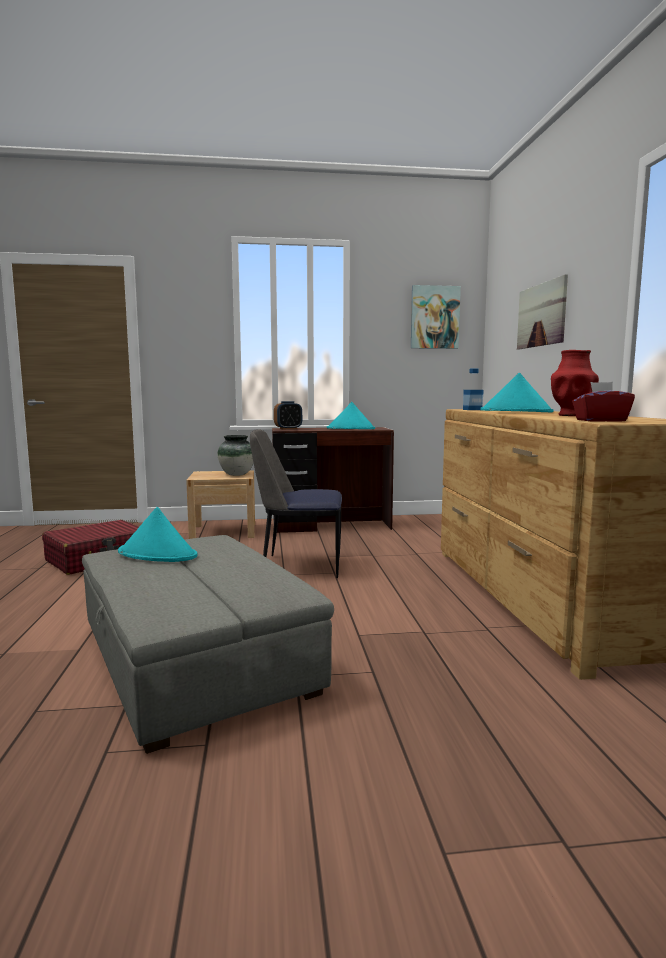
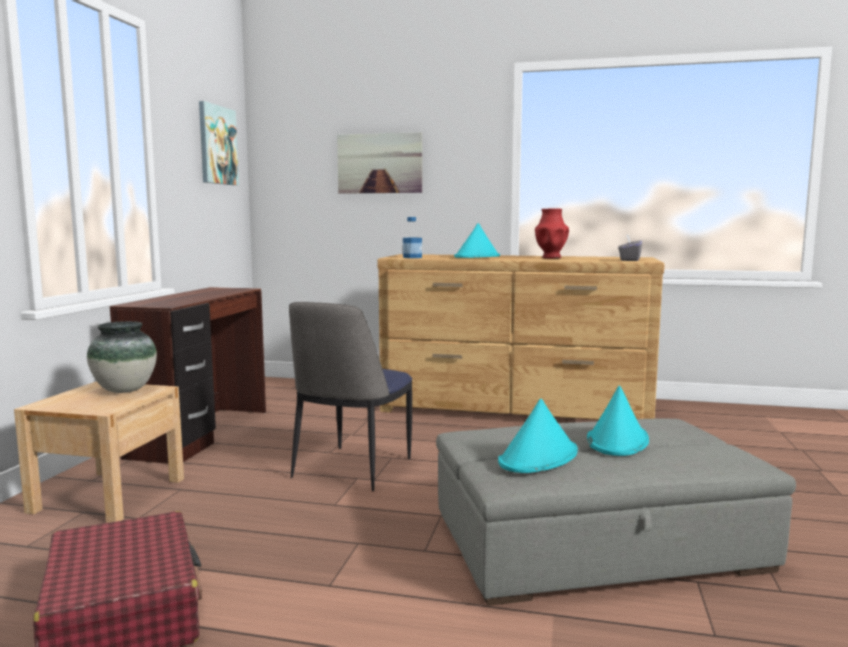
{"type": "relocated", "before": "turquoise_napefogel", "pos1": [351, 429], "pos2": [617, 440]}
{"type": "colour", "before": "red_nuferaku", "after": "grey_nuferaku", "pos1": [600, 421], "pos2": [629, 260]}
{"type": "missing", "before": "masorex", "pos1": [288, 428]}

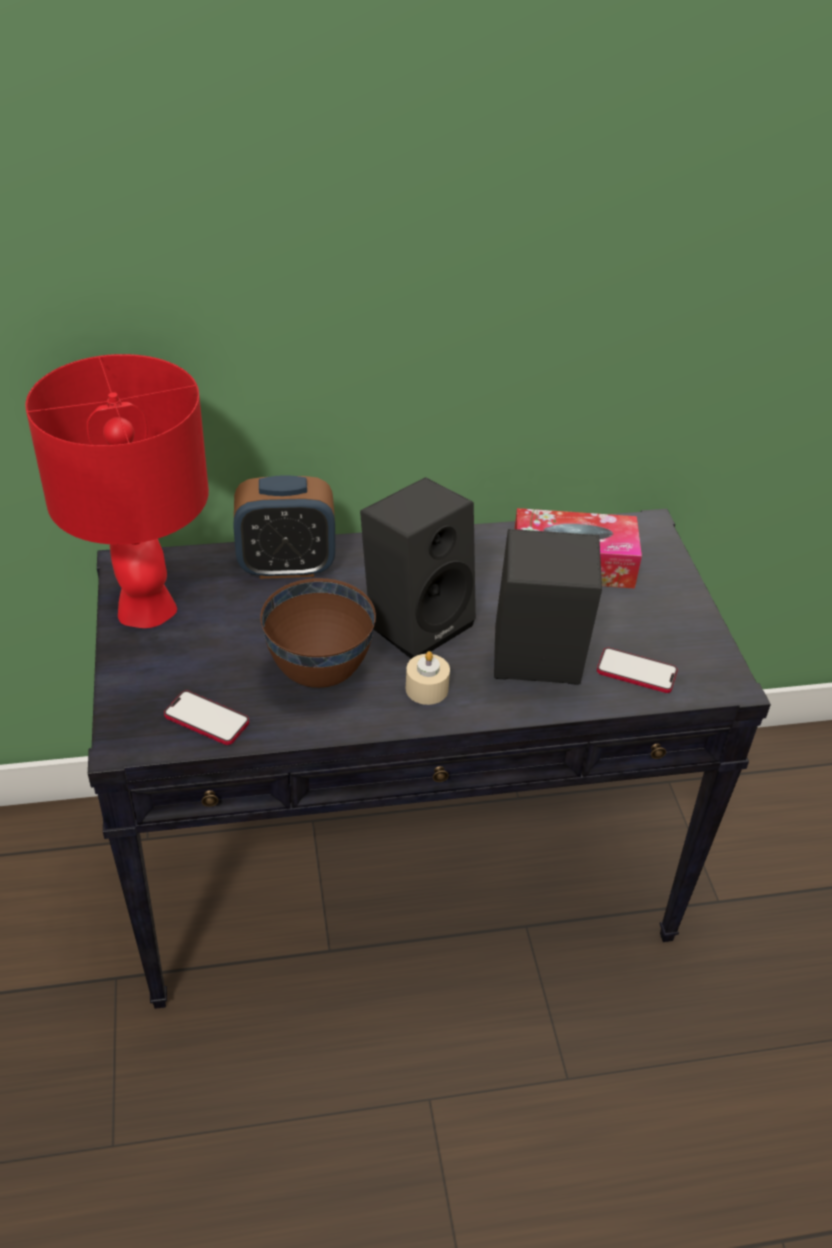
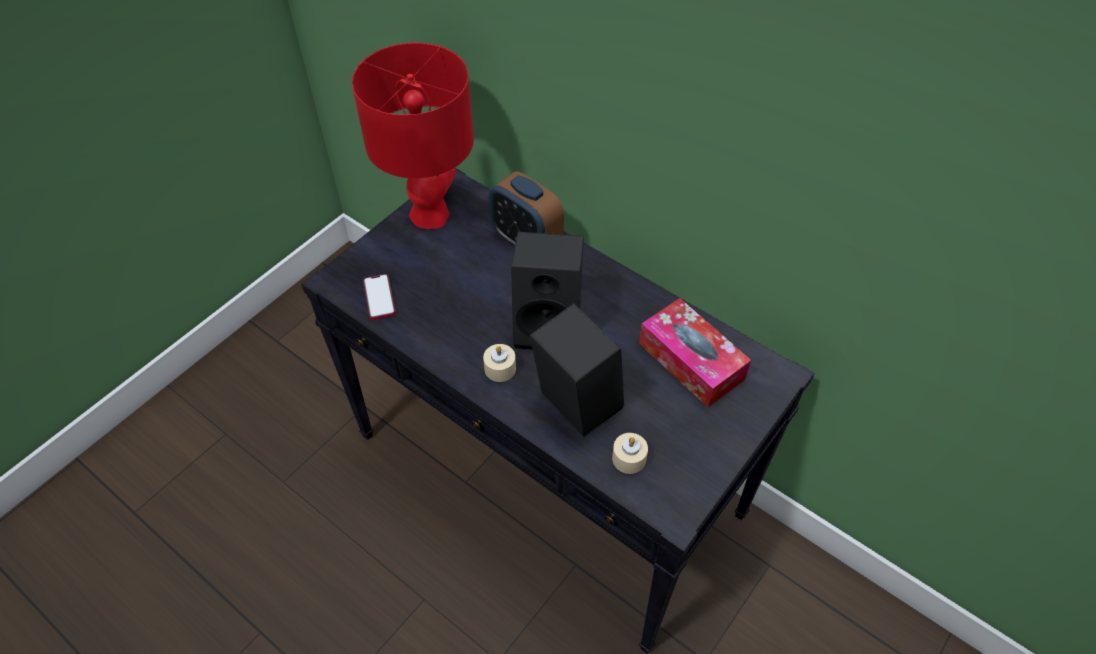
{"type": "exchanged", "before": "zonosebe", "after": "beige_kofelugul", "pos1": [636, 672], "pos2": [629, 458]}
{"type": "missing", "before": "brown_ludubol", "pos1": [320, 671]}

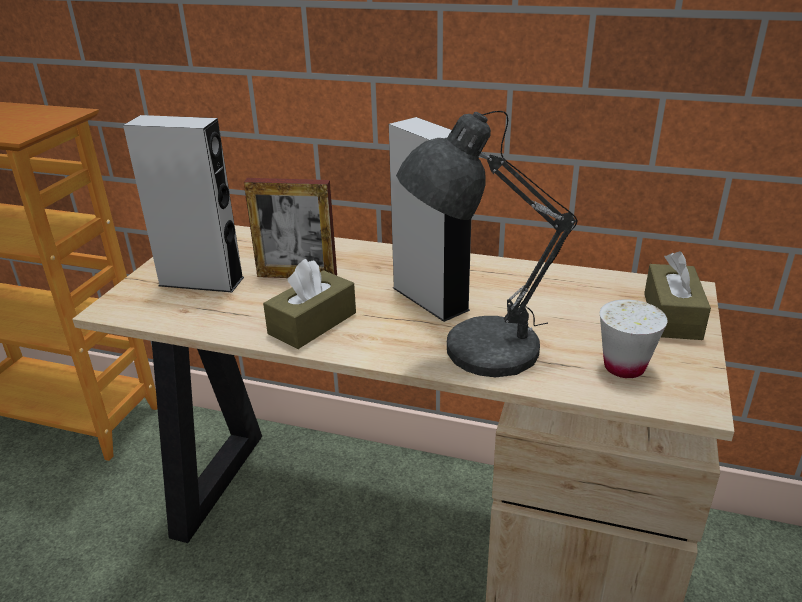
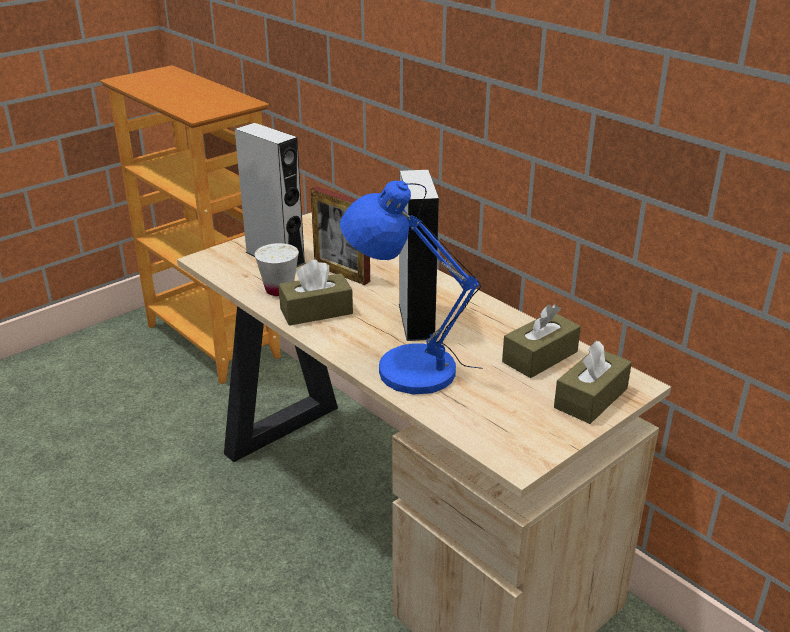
{"type": "relocated", "before": "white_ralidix", "pos1": [624, 367], "pos2": [279, 290]}
{"type": "colour", "before": "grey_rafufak", "after": "blue_rafufak", "pos1": [479, 350], "pos2": [407, 369]}
{"type": "appeared", "after": "brown_nuferaku", "pos2": [540, 357]}

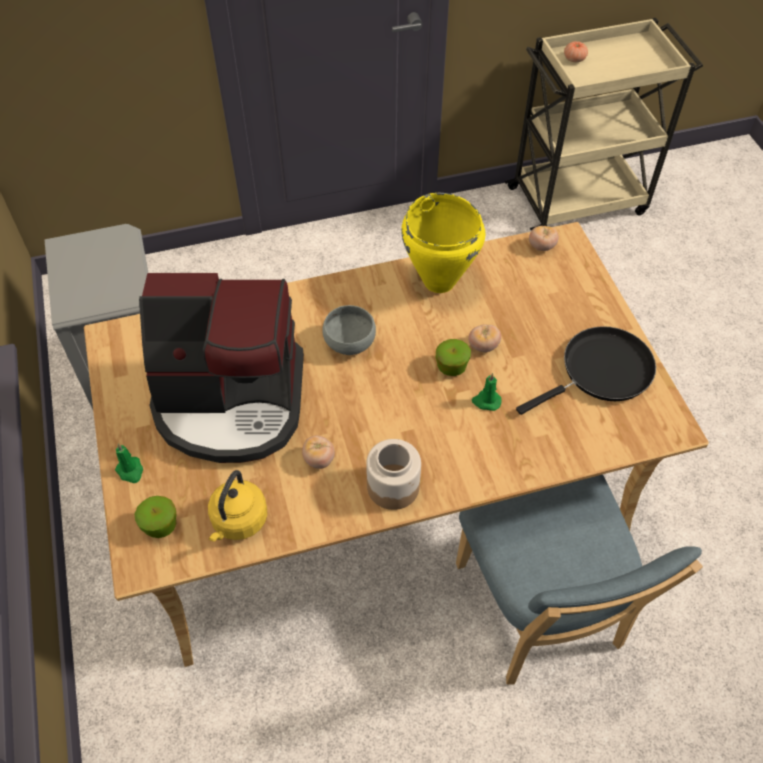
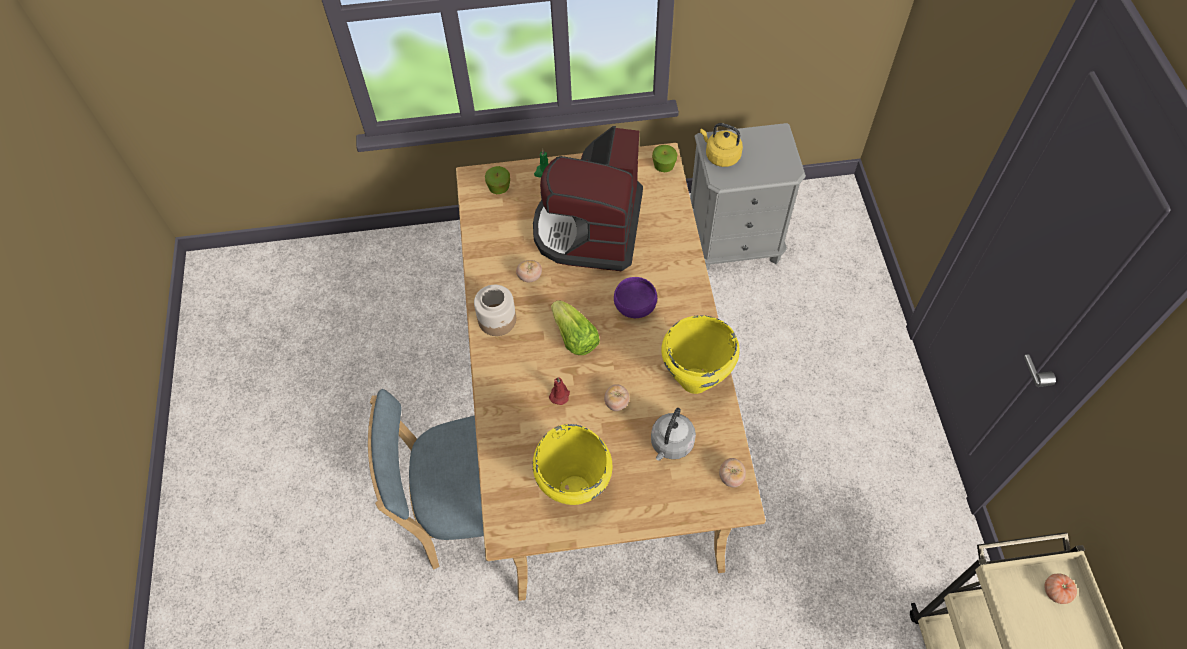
{"type": "exchanged", "before": "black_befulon", "after": "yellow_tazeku", "pos1": [601, 372], "pos2": [574, 491]}
{"type": "colour", "before": "green_kofelugul", "after": "red_kofelugul", "pos1": [486, 401], "pos2": [560, 394]}
{"type": "appeared", "after": "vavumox", "pos2": [574, 337]}
{"type": "colour", "before": "grey_ludubol", "after": "purple_ludubol", "pos1": [348, 342], "pos2": [635, 305]}
{"type": "appeared", "after": "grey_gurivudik", "pos2": [671, 444]}
{"type": "relocated", "before": "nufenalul", "pos1": [451, 367], "pos2": [664, 166]}
{"type": "relocated", "before": "yellow_gurivudik", "pos1": [238, 522], "pos2": [720, 156]}

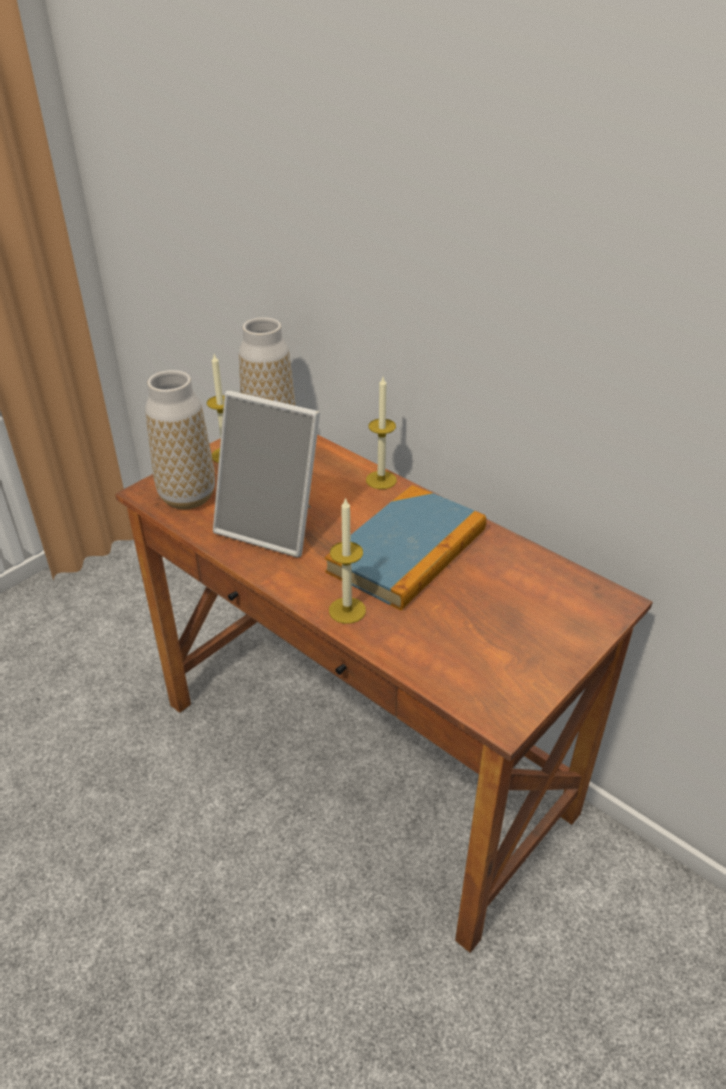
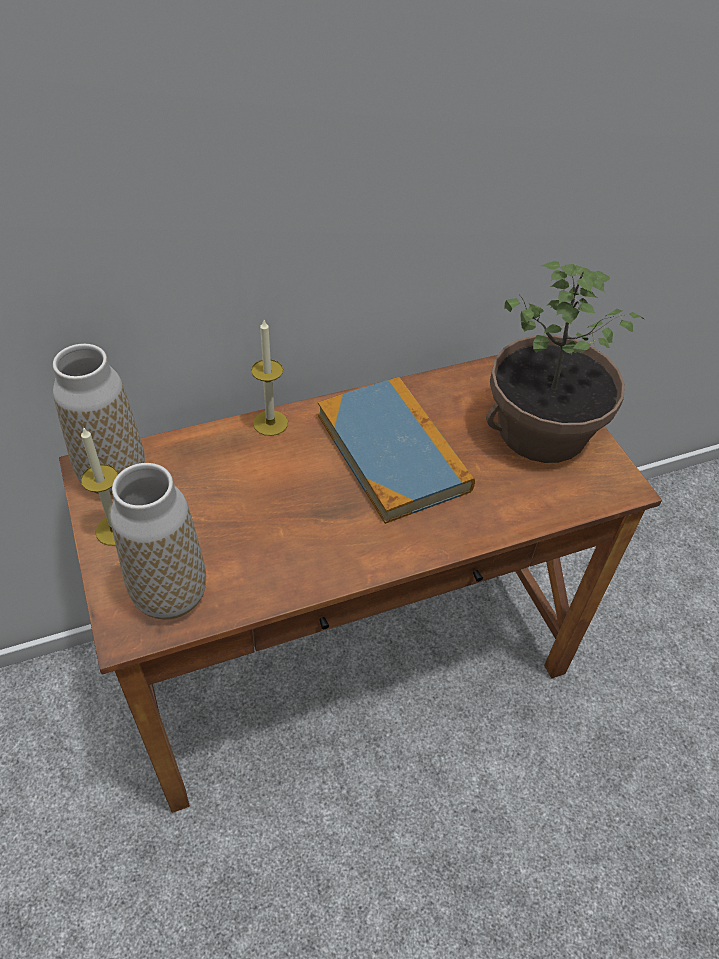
{"type": "appeared", "after": "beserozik", "pos2": [542, 431]}
{"type": "missing", "before": "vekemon", "pos1": [273, 526]}
{"type": "missing", "before": "kofelugul", "pos1": [347, 610]}

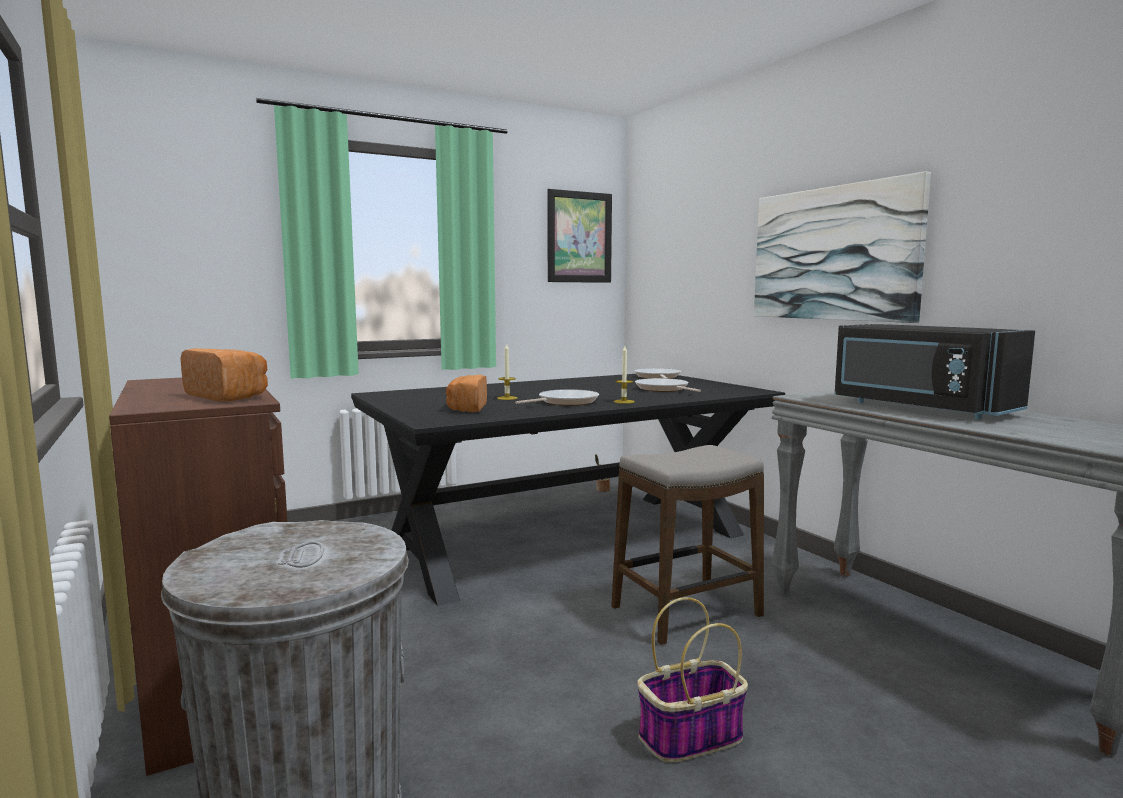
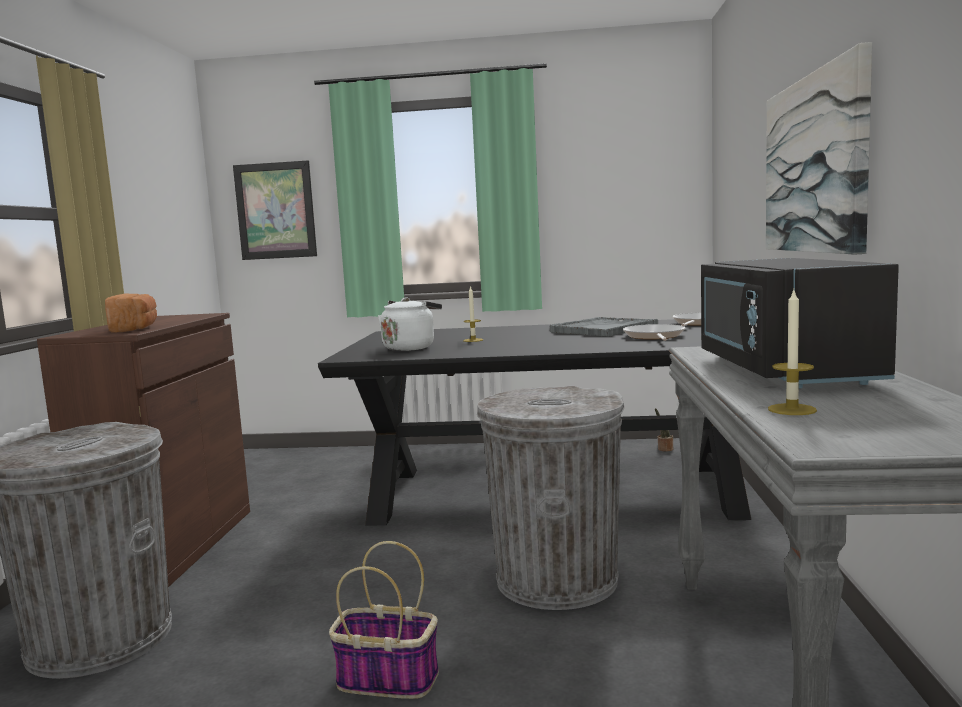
{"type": "relocated", "before": "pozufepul", "pos1": [579, 237], "pos2": [275, 211]}
{"type": "exchanged", "before": "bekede", "after": "white_gurivudik", "pos1": [466, 408], "pos2": [410, 348]}
{"type": "exchanged", "before": "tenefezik", "after": "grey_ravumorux", "pos1": [687, 612], "pos2": [556, 580]}
{"type": "appeared", "after": "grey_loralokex", "pos2": [603, 329]}
{"type": "relocated", "before": "kofelugul", "pos1": [624, 401], "pos2": [792, 409]}
{"type": "missing", "before": "befulon", "pos1": [565, 402]}

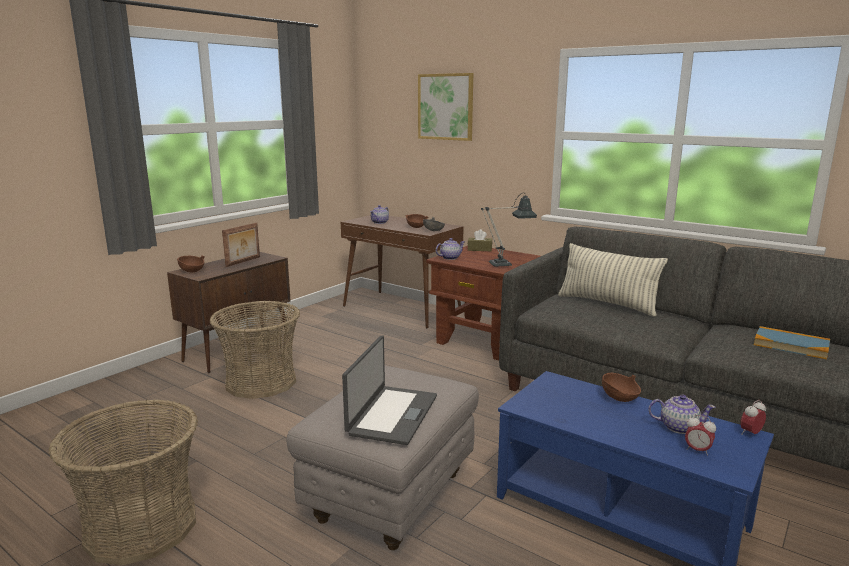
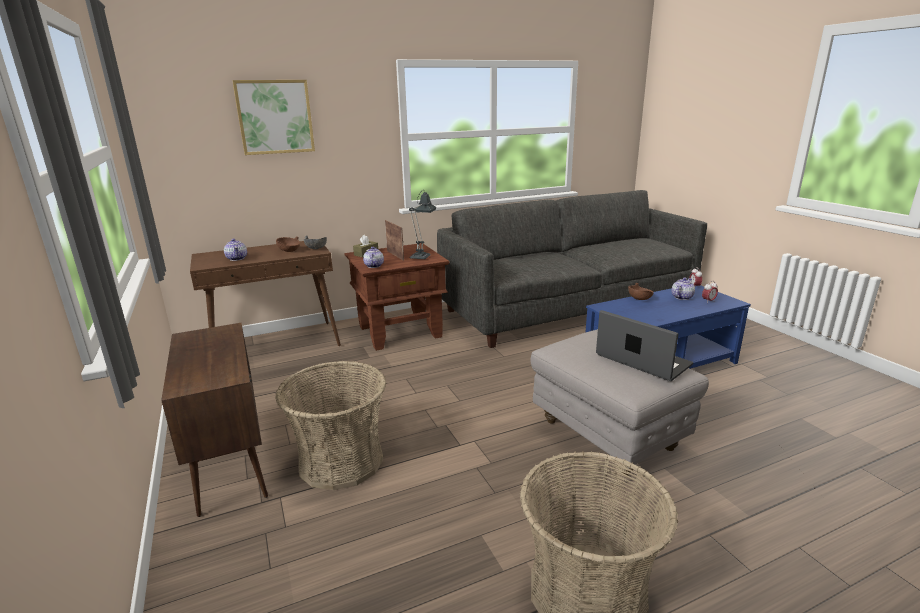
{"type": "relocated", "before": "vekemon", "pos1": [243, 262], "pos2": [396, 255]}
{"type": "missing", "before": "brown_ludubol", "pos1": [192, 271]}
{"type": "missing", "before": "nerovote", "pos1": [607, 304]}
{"type": "missing", "before": "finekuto", "pos1": [791, 345]}

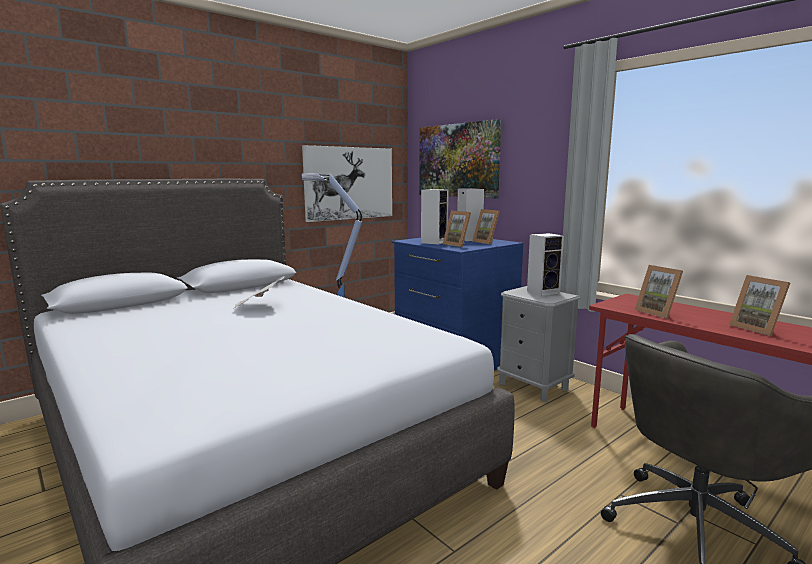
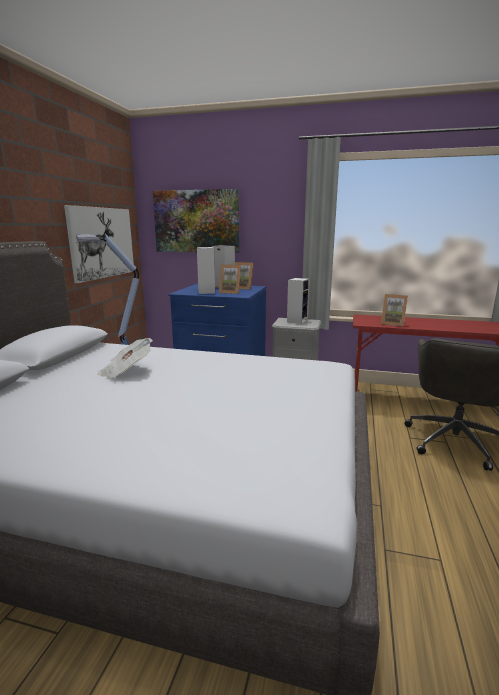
{"type": "missing", "before": "vekemon", "pos1": [757, 329]}

